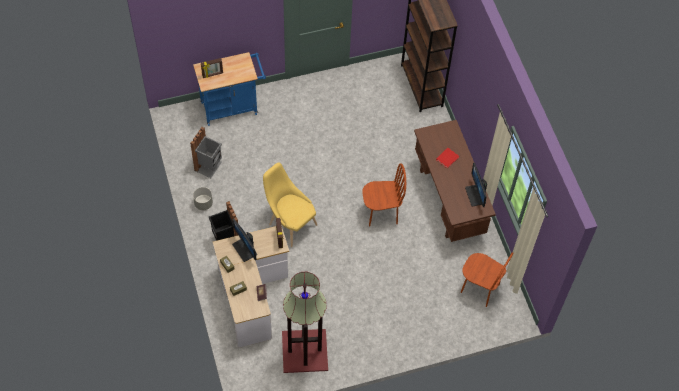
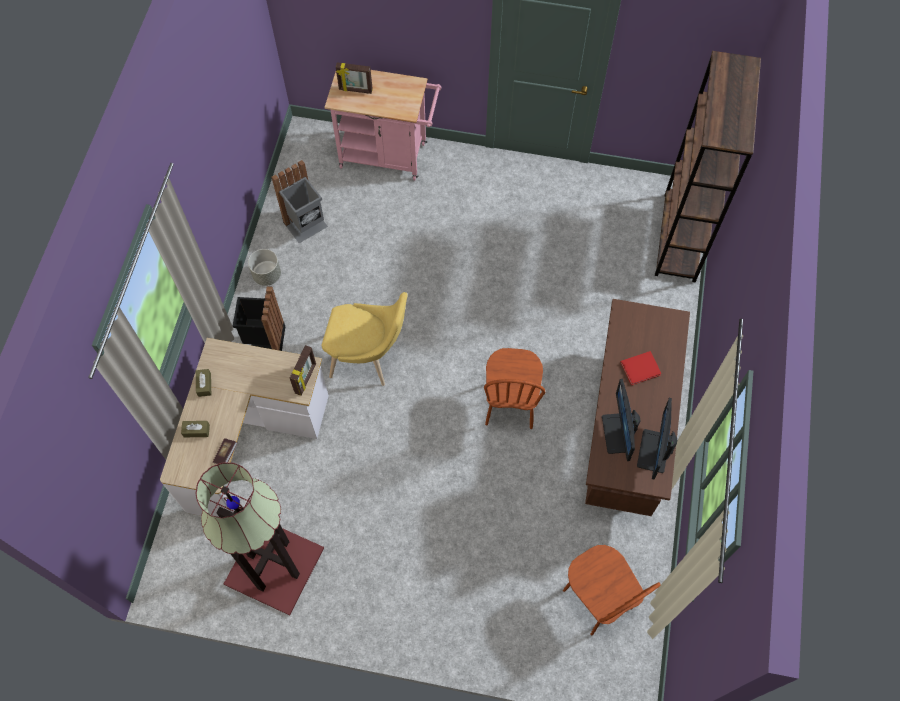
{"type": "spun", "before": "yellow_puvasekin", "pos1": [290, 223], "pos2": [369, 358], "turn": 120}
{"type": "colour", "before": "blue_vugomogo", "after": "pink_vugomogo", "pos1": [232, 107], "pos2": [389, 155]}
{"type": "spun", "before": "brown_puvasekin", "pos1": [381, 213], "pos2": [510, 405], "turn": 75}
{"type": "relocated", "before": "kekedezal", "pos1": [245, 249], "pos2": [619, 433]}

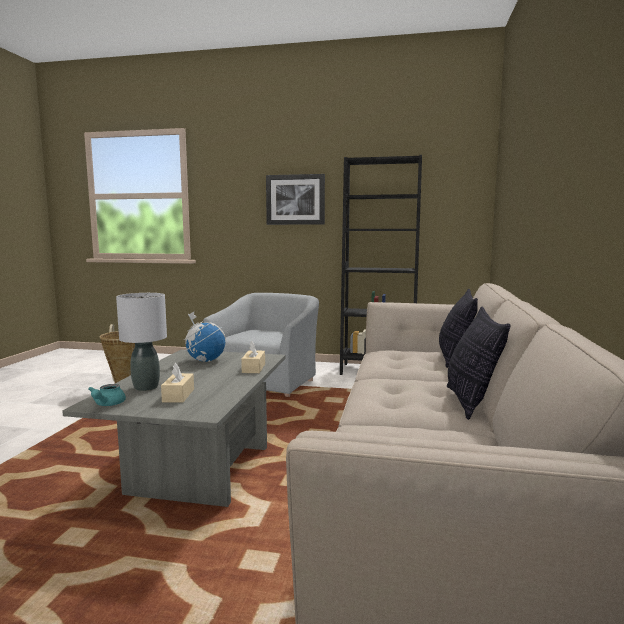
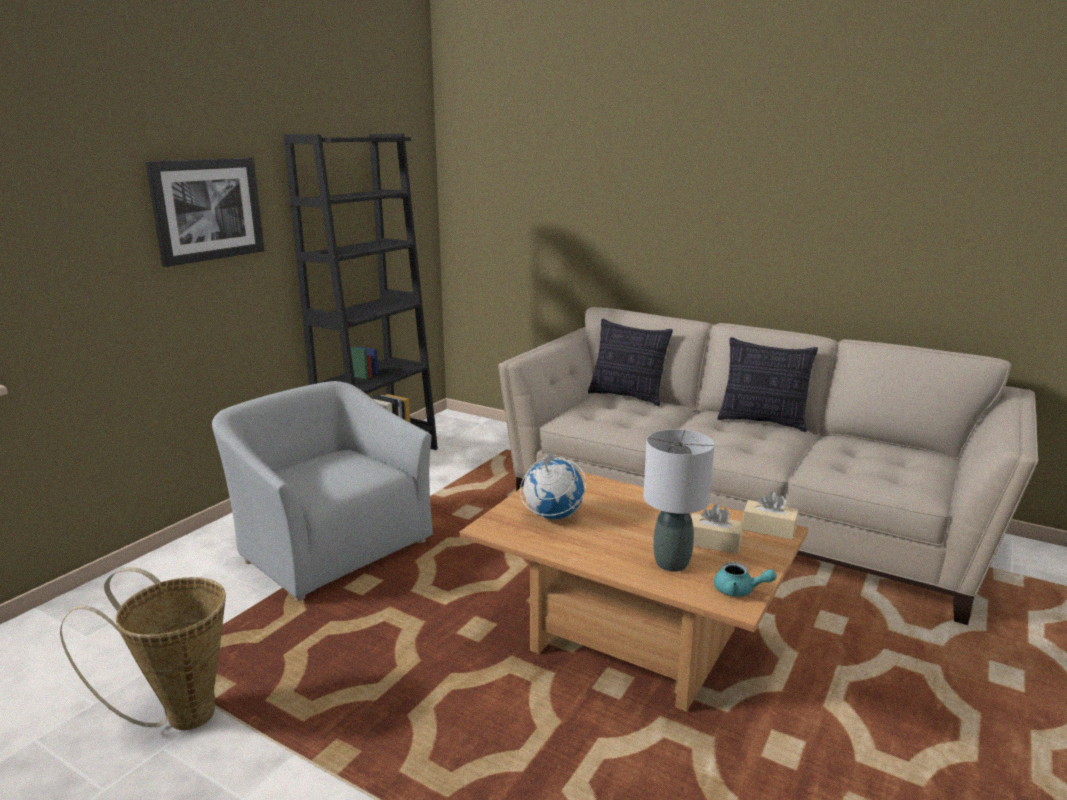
{"type": "colour", "before": "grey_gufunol", "after": "brown_gufunol", "pos1": [198, 468], "pos2": [628, 644]}
{"type": "relocated", "before": "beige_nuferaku", "pos1": [253, 368], "pos2": [769, 529]}

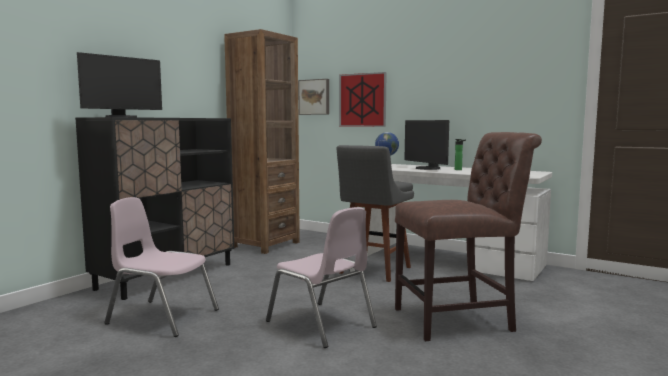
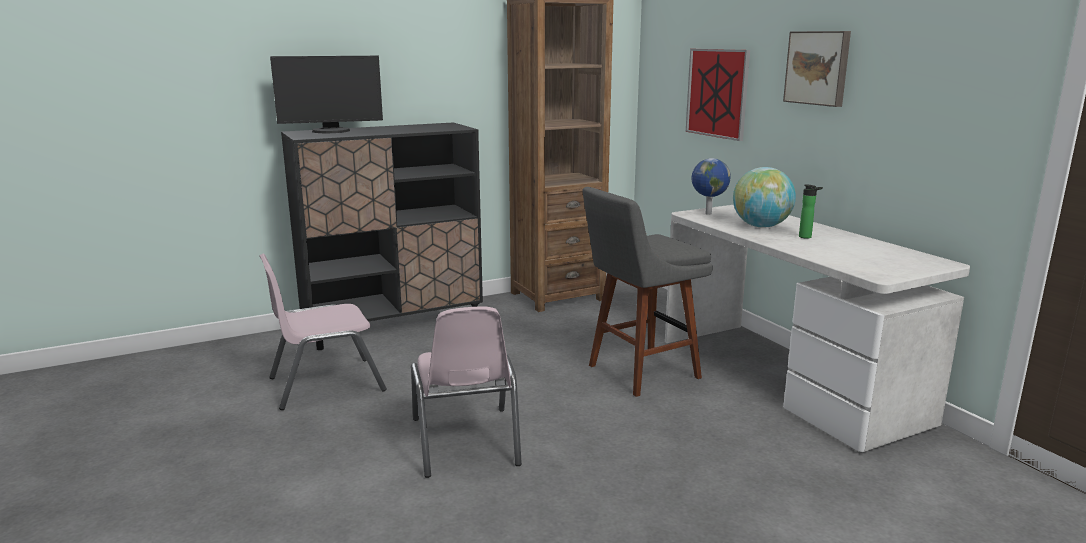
{"type": "spun", "before": "pink_puvasekin", "pos1": [162, 317], "pos2": [326, 384], "turn": -75}
{"type": "exchanged", "before": "kekedezal", "after": "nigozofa", "pos1": [426, 168], "pos2": [761, 226]}
{"type": "relocated", "before": "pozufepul", "pos1": [314, 97], "pos2": [818, 68]}
{"type": "missing", "before": "brown_puvasekin", "pos1": [459, 319]}

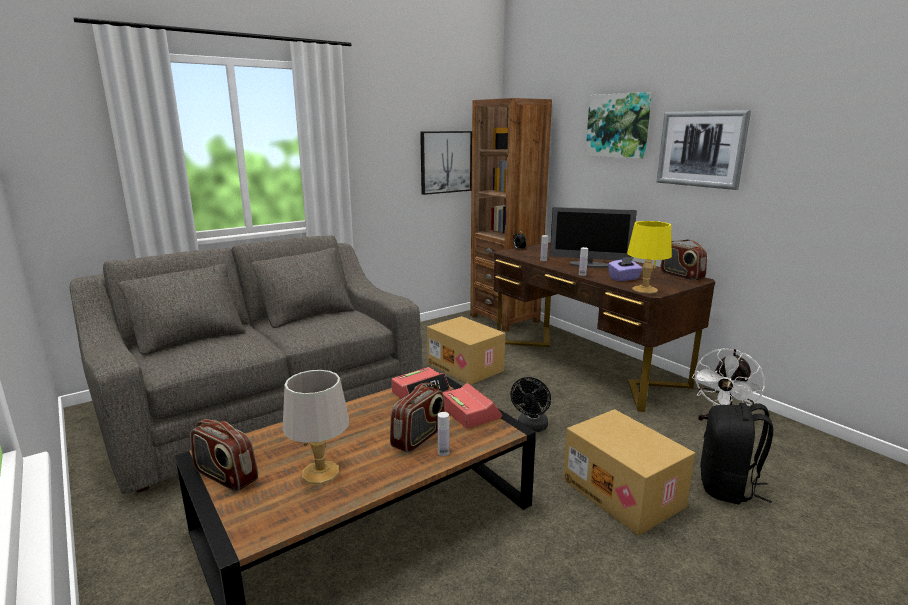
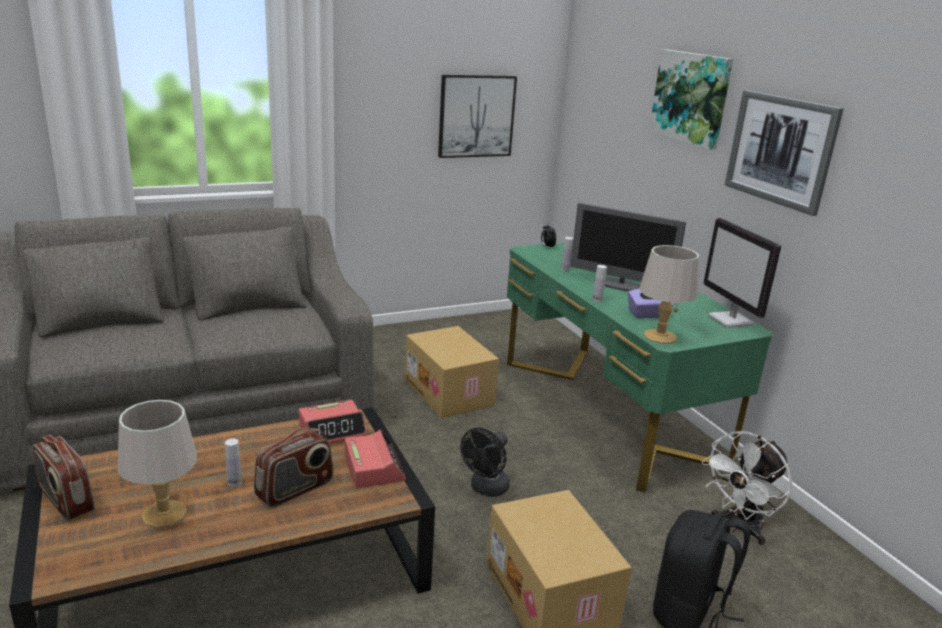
{"type": "relocated", "before": "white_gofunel", "pos1": [443, 452], "pos2": [234, 483]}
{"type": "colour", "before": "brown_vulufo", "after": "green_vulufo", "pos1": [585, 363], "pos2": [607, 410]}
{"type": "colour", "before": "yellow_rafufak", "after": "grey_rafufak", "pos1": [644, 290], "pos2": [659, 336]}
{"type": "exchanged", "before": "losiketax", "after": "kekedezal", "pos1": [681, 276], "pos2": [731, 320]}
{"type": "missing", "before": "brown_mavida", "pos1": [504, 319]}

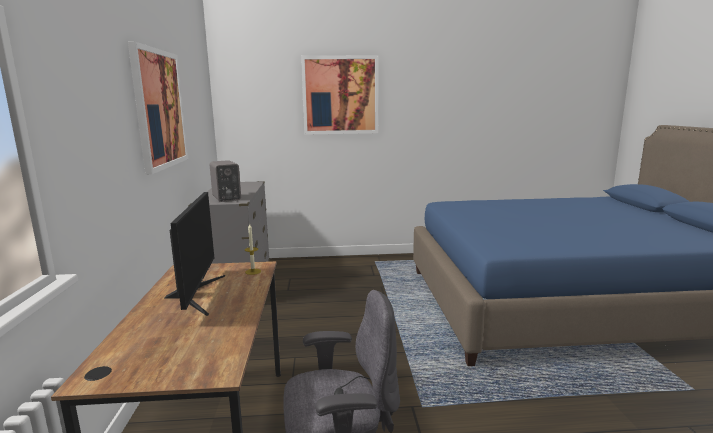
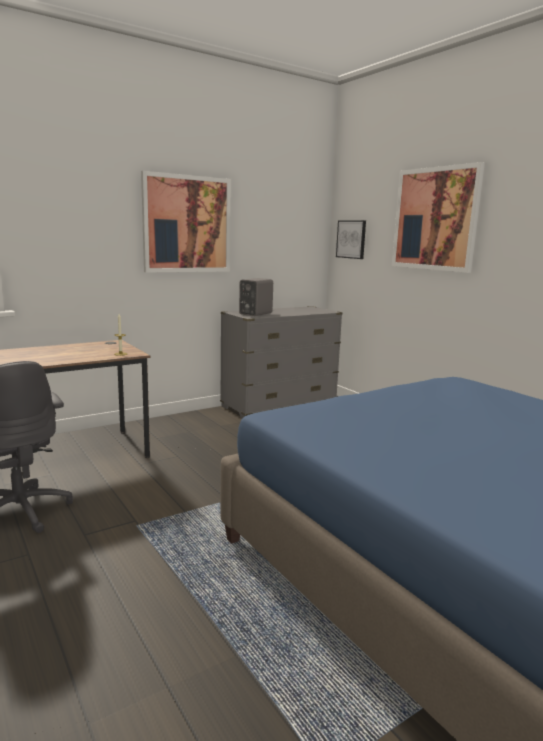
{"type": "appeared", "after": "pozufepul", "pos2": [351, 239]}
{"type": "missing", "before": "kekedezal", "pos1": [195, 295]}

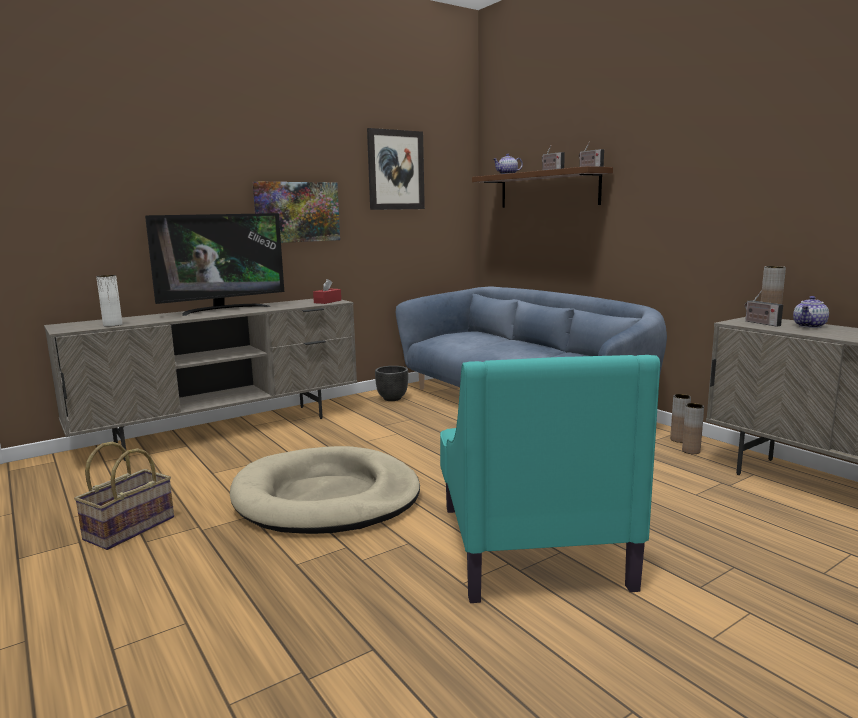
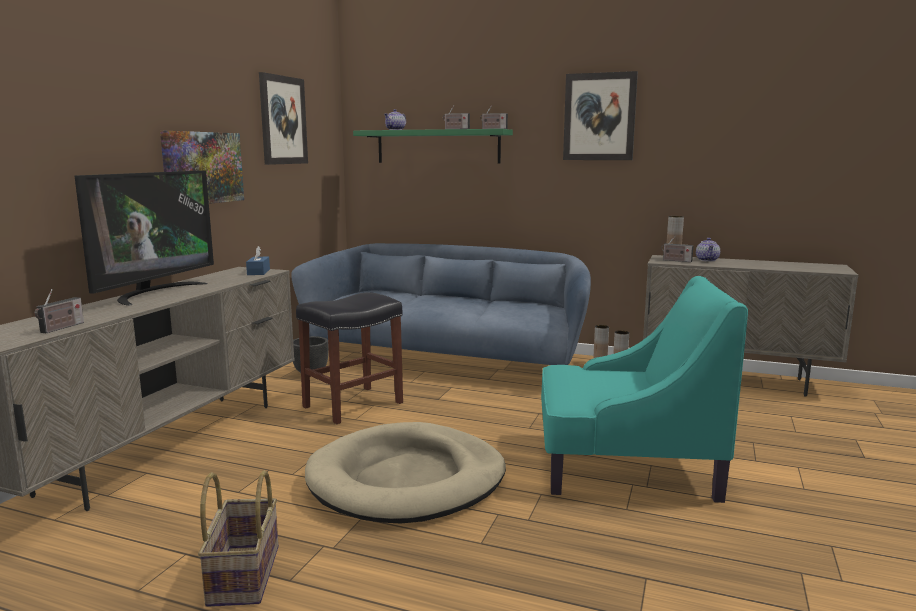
{"type": "exchanged", "before": "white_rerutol", "after": "losiketax", "pos1": [112, 325], "pos2": [61, 328]}
{"type": "colour", "before": "red_nuferaku", "after": "blue_nuferaku", "pos1": [327, 301], "pos2": [258, 272]}
{"type": "appeared", "after": "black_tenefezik", "pos2": [354, 404]}
{"type": "colour", "before": "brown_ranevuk", "after": "green_ranevuk", "pos1": [548, 189], "pos2": [437, 146]}
{"type": "spun", "before": "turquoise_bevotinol", "pos1": [530, 543], "pos2": [624, 465], "turn": -45}
{"type": "appeared", "after": "pozufepul", "pos2": [599, 117]}

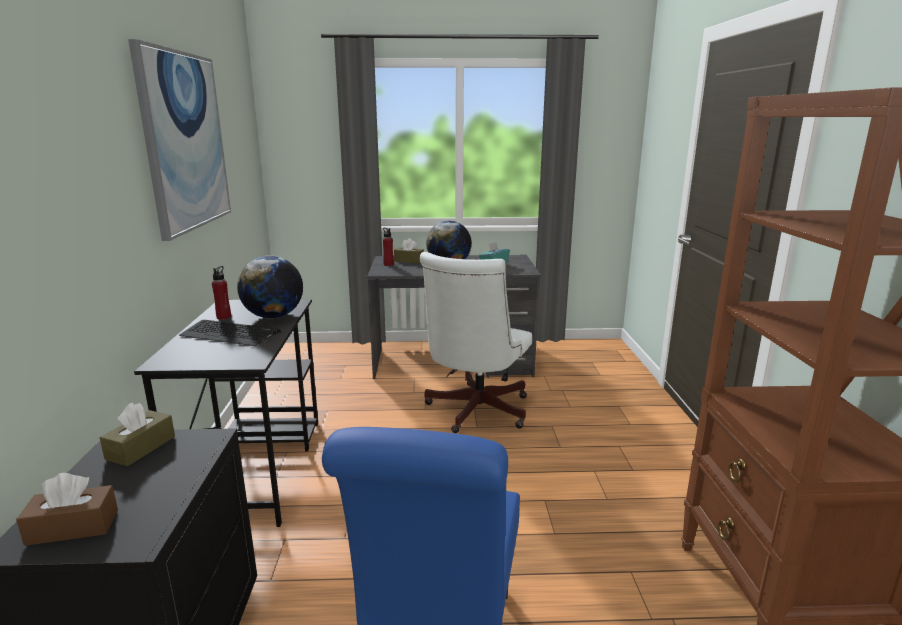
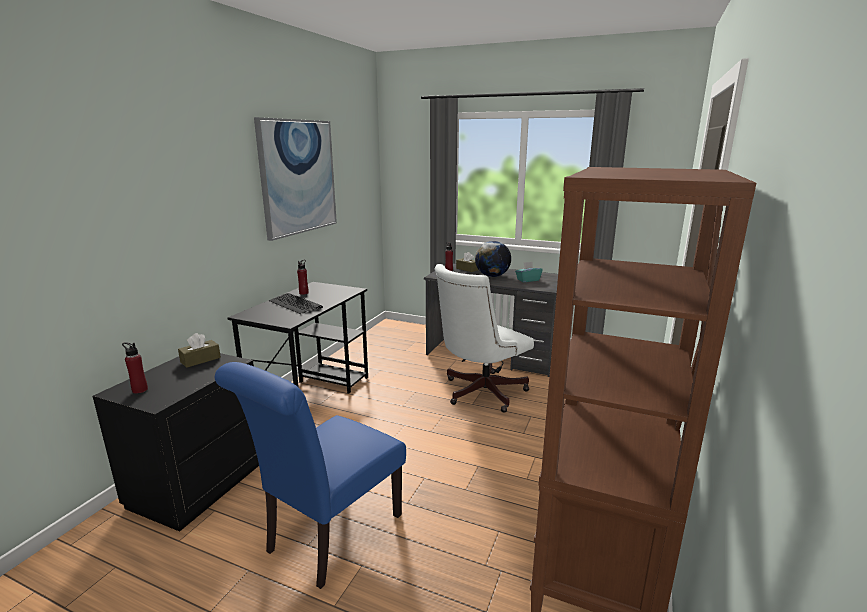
{"type": "exchanged", "before": "brown_nuferaku", "after": "red_gofunel", "pos1": [73, 527], "pos2": [140, 390]}
{"type": "missing", "before": "nigozofa", "pos1": [273, 316]}

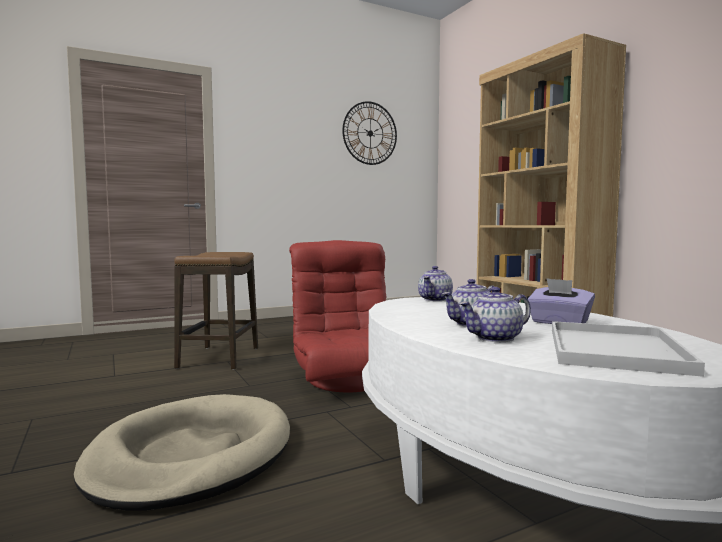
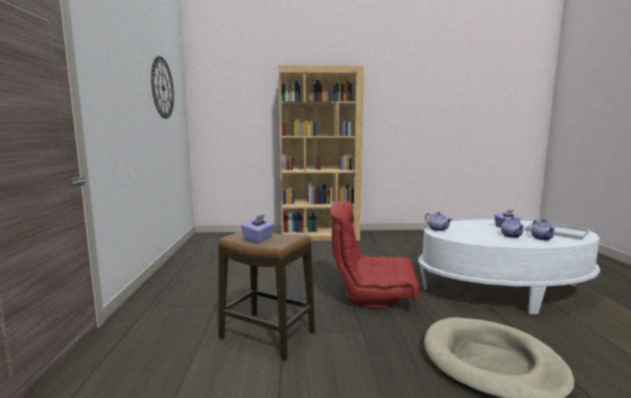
{"type": "appeared", "after": "purple_nuferaku", "pos2": [259, 238]}

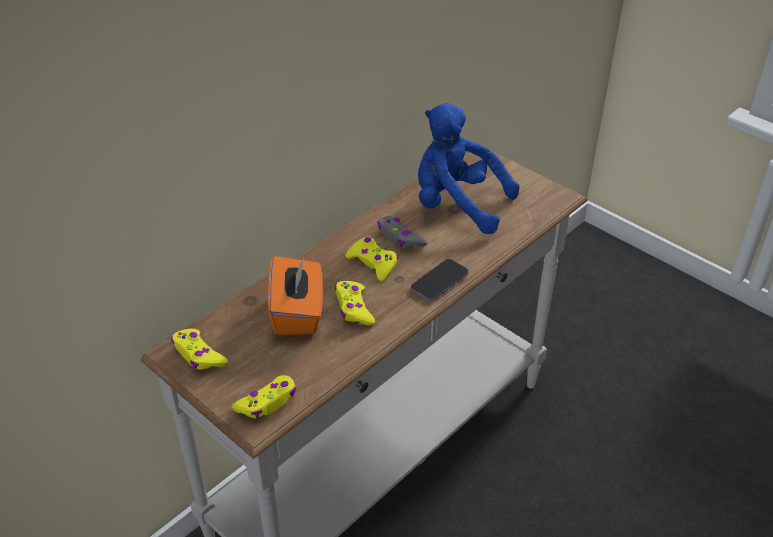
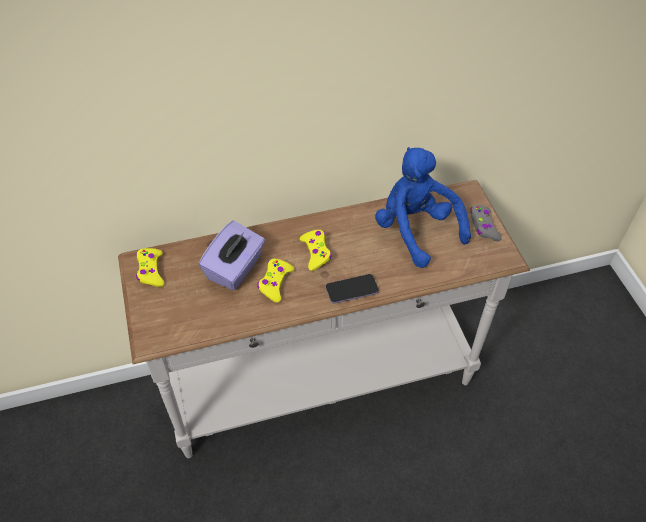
{"type": "colour", "before": "orange_nuferaku", "after": "purple_nuferaku", "pos1": [298, 313], "pos2": [235, 269]}
{"type": "relocated", "before": "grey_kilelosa", "pos1": [400, 238], "pos2": [483, 226]}
{"type": "missing", "before": "yellow_kilelosa", "pos1": [267, 402]}

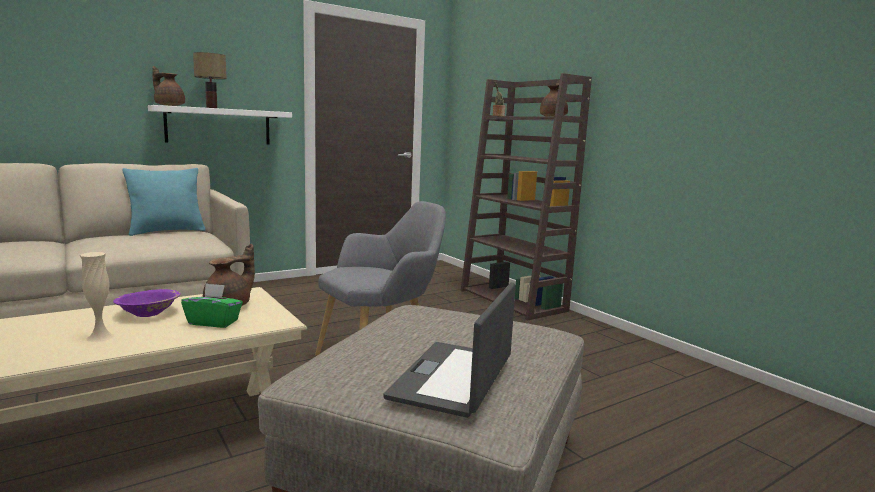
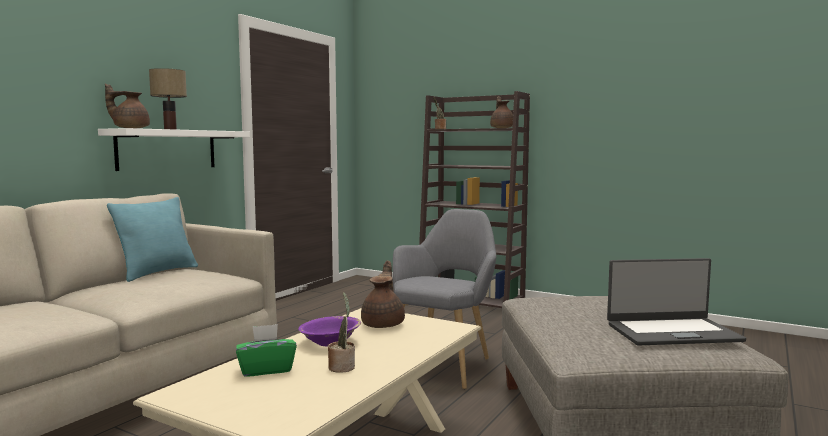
{"type": "relocated", "before": "green_nuferaku", "pos1": [213, 322], "pos2": [266, 369]}
{"type": "exchanged", "before": "beige_rerutol", "after": "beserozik", "pos1": [100, 337], "pos2": [342, 367]}
{"type": "spun", "before": "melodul", "pos1": [454, 378], "pos2": [672, 332], "turn": -90}

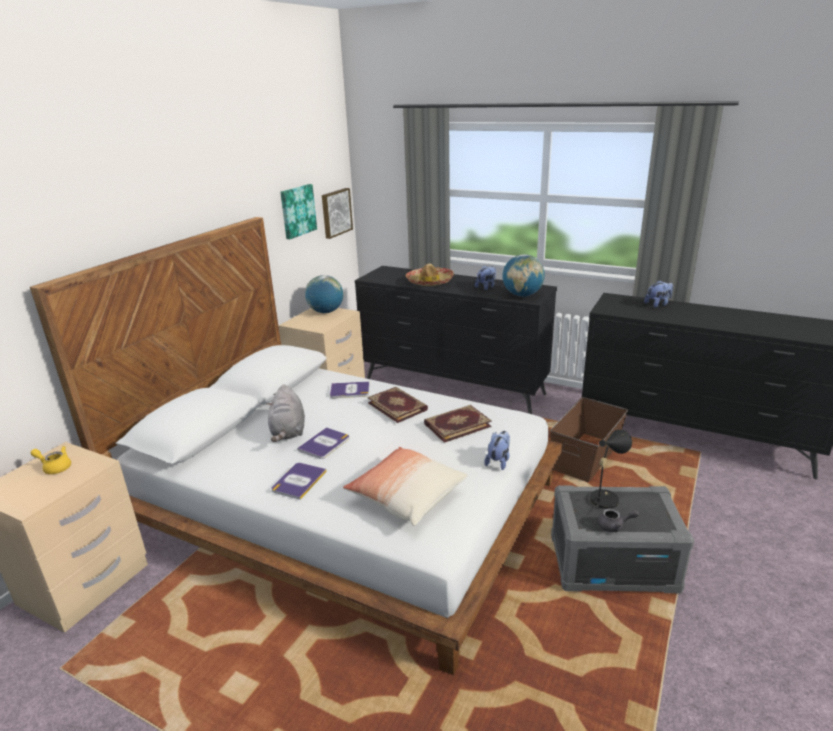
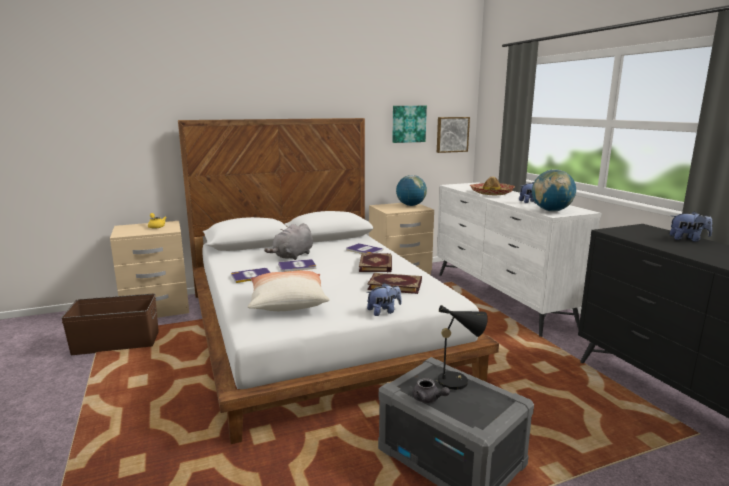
{"type": "relocated", "before": "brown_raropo", "pos1": [586, 457], "pos2": [117, 343]}
{"type": "colour", "before": "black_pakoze", "after": "white_pakoze", "pos1": [453, 387], "pos2": [500, 298]}

